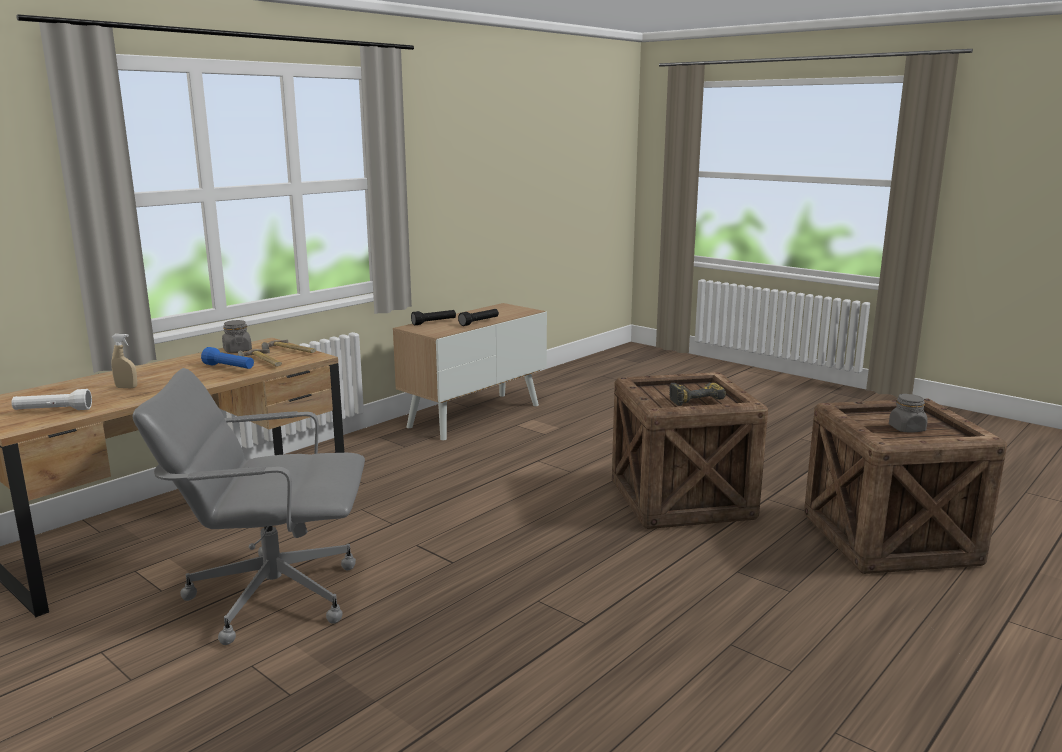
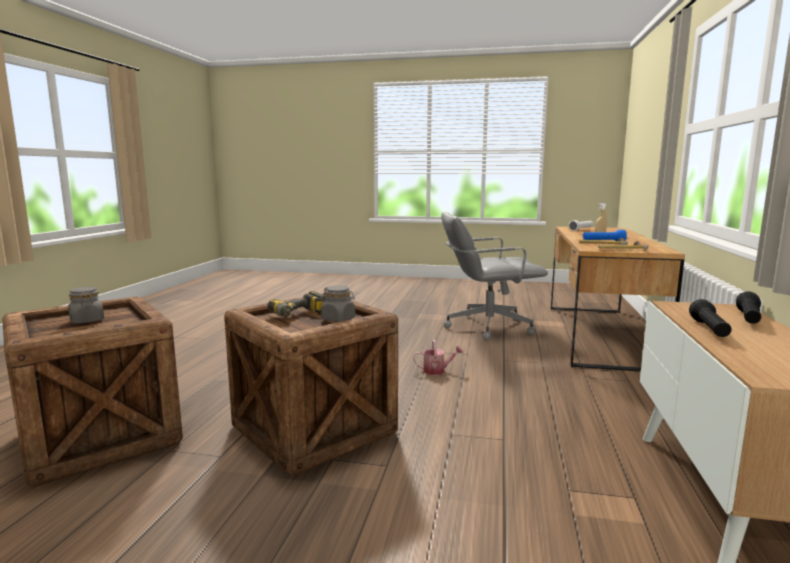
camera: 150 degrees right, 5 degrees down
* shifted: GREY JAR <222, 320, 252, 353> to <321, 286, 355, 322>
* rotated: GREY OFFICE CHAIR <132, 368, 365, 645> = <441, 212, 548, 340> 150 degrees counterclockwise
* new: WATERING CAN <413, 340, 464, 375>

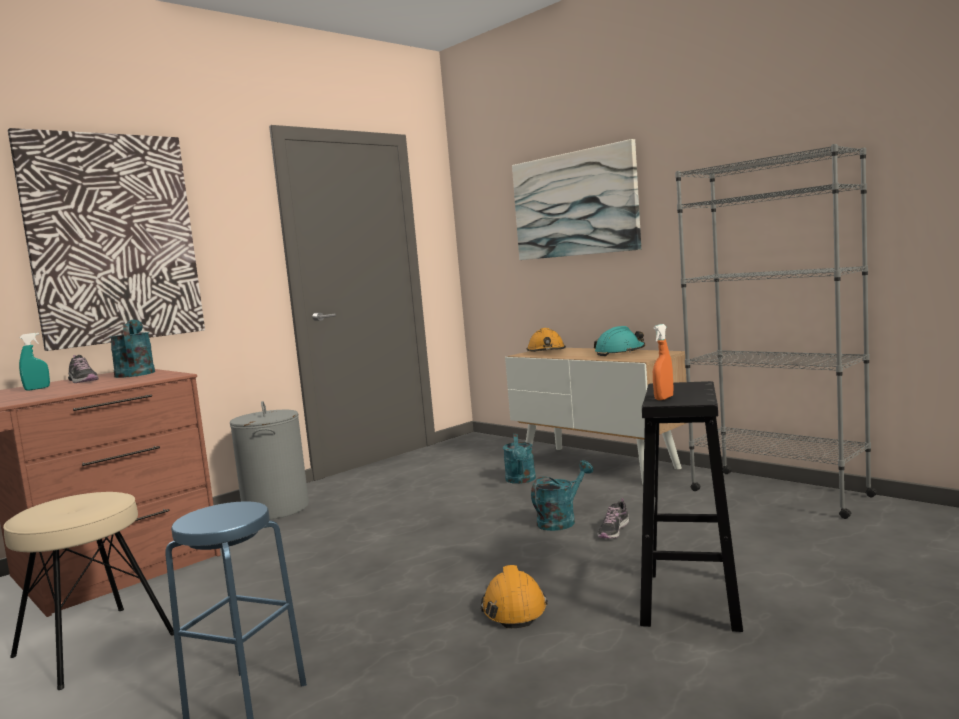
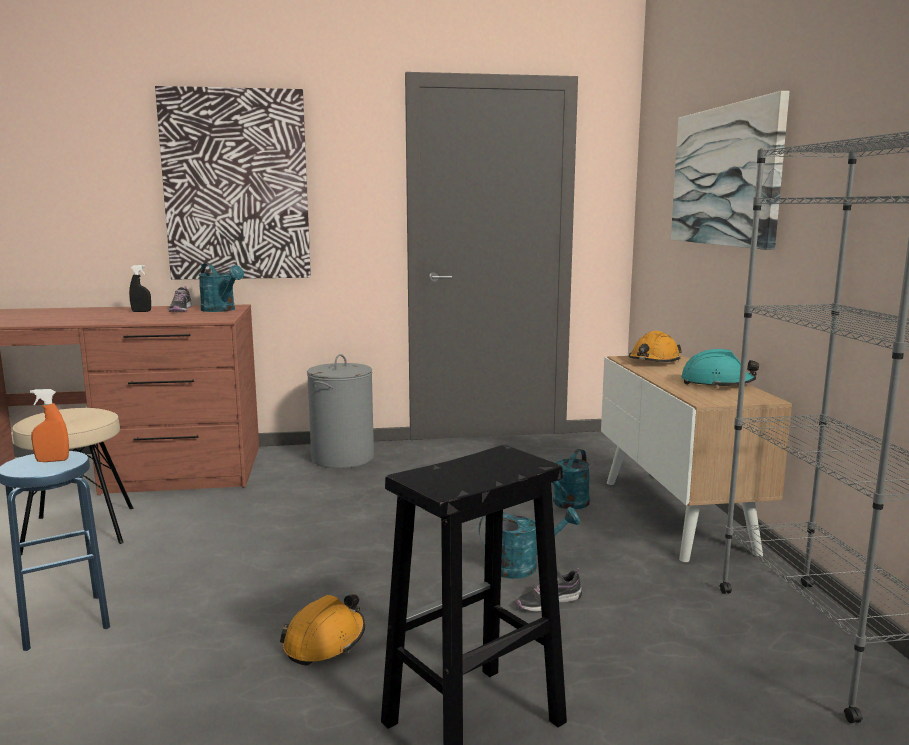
camera: 35 degrees right, 5 degrees up
* rotated: TURQUOISE WATERING CAN <109, 320, 155, 378> = <198, 263, 244, 312> 120 degrees clockwise
* shifted: ORANGE SPRAY BOTTLE <653, 324, 674, 400> to <30, 389, 69, 462>
* repainted: TURQUOISE SPRAY BOTTLE <19, 333, 50, 391> to BLACK SPRAY BOTTLE <129, 265, 151, 312>

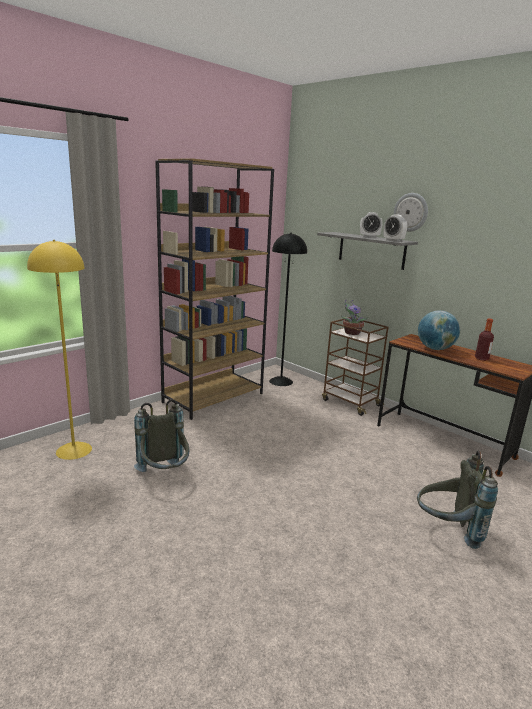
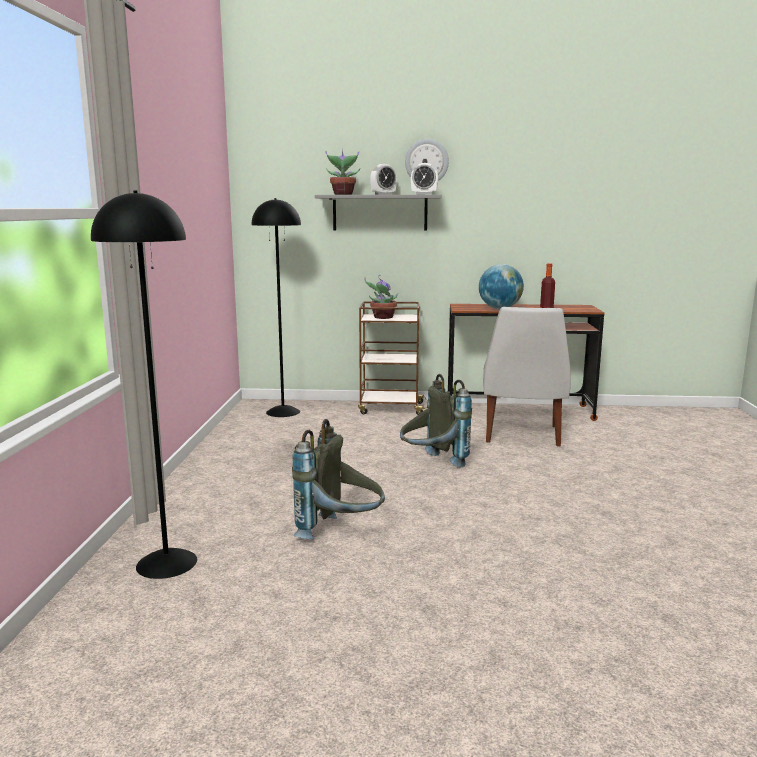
camera: 40 degrees left, 5 degrees down
* gone: BROWN BOOKCASE <155, 158, 274, 420>
* repainted: YELLOW FLOOR LAMP <27, 240, 92, 460> to BLACK FLOOR LAMP <91, 190, 197, 579>
* shifted: GREY BACKPACK <417, 450, 498, 549> to <400, 374, 472, 468>
* new: POTTED PLANT <325, 148, 360, 195>
* new: WHITE CHAIR <483, 307, 571, 447>

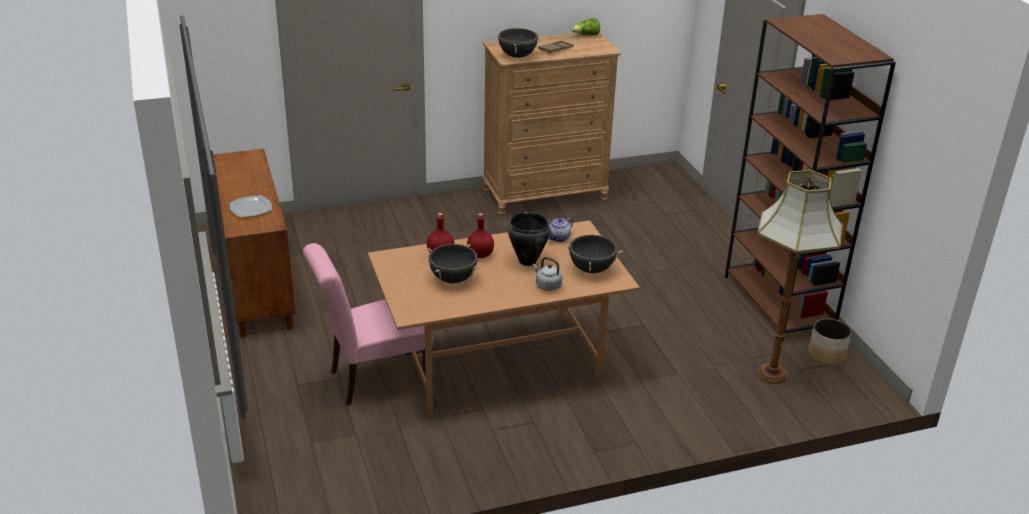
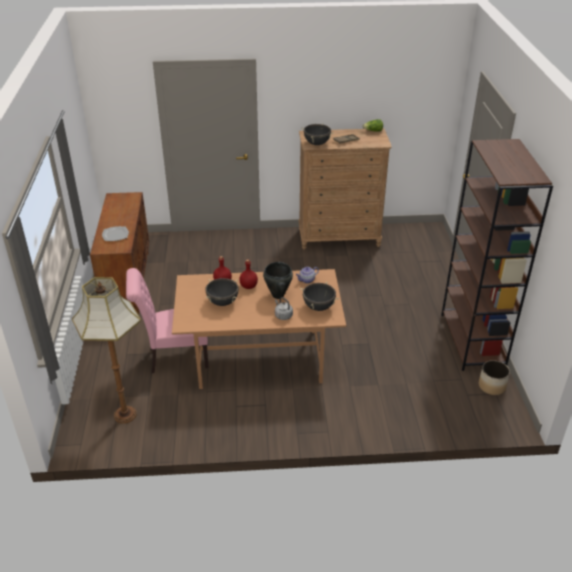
camera: 15 degrees right, 5 degrees up
* shifted: FLOOR LAMP <757, 170, 843, 384> to <72, 277, 141, 424>

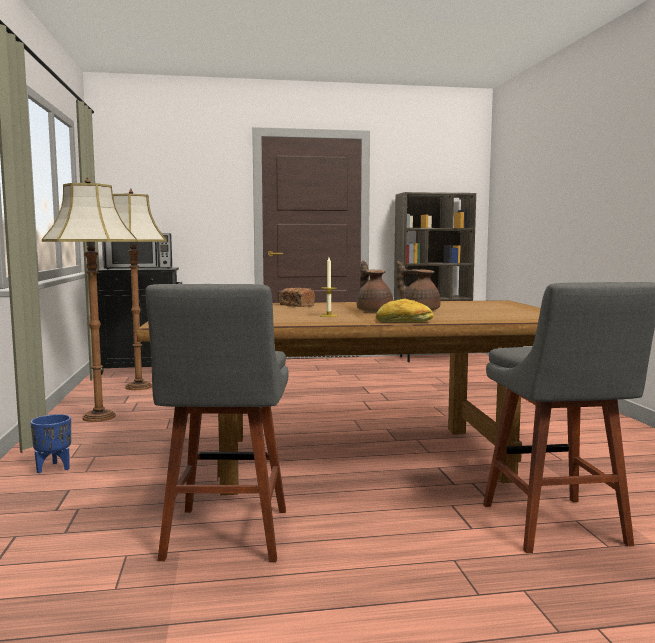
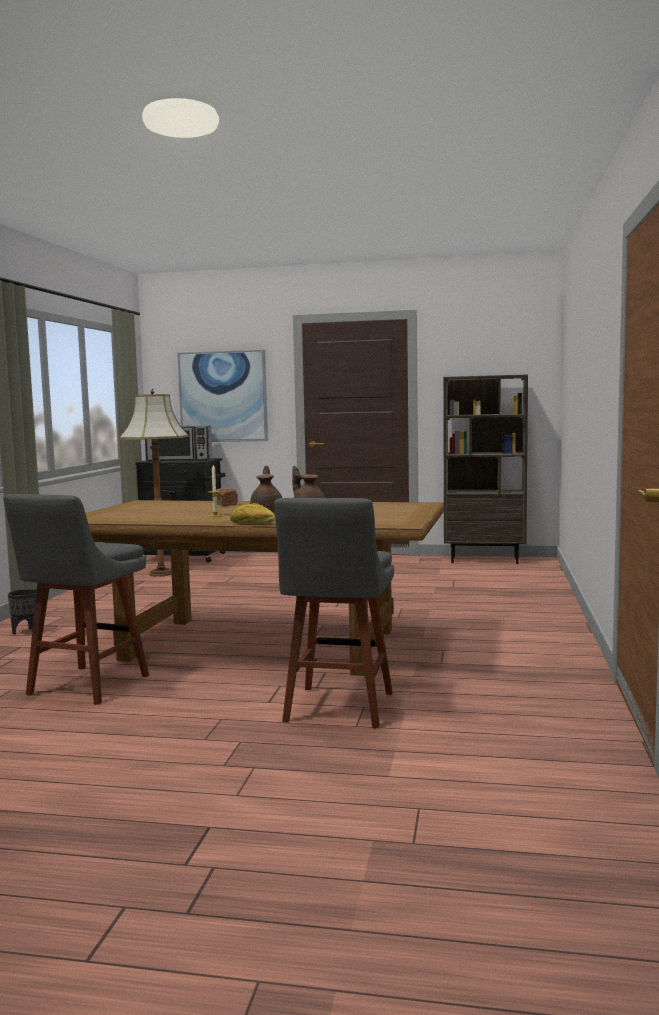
camera: 20 degrees right, 0 degrees up
* gone: FLOOR LAMP <42, 177, 137, 422>
* repainted: BLUE PLANTER <30, 414, 71, 473> to BLACK PLANTER <8, 589, 37, 634>
* new: PICTURE <177, 350, 268, 442>

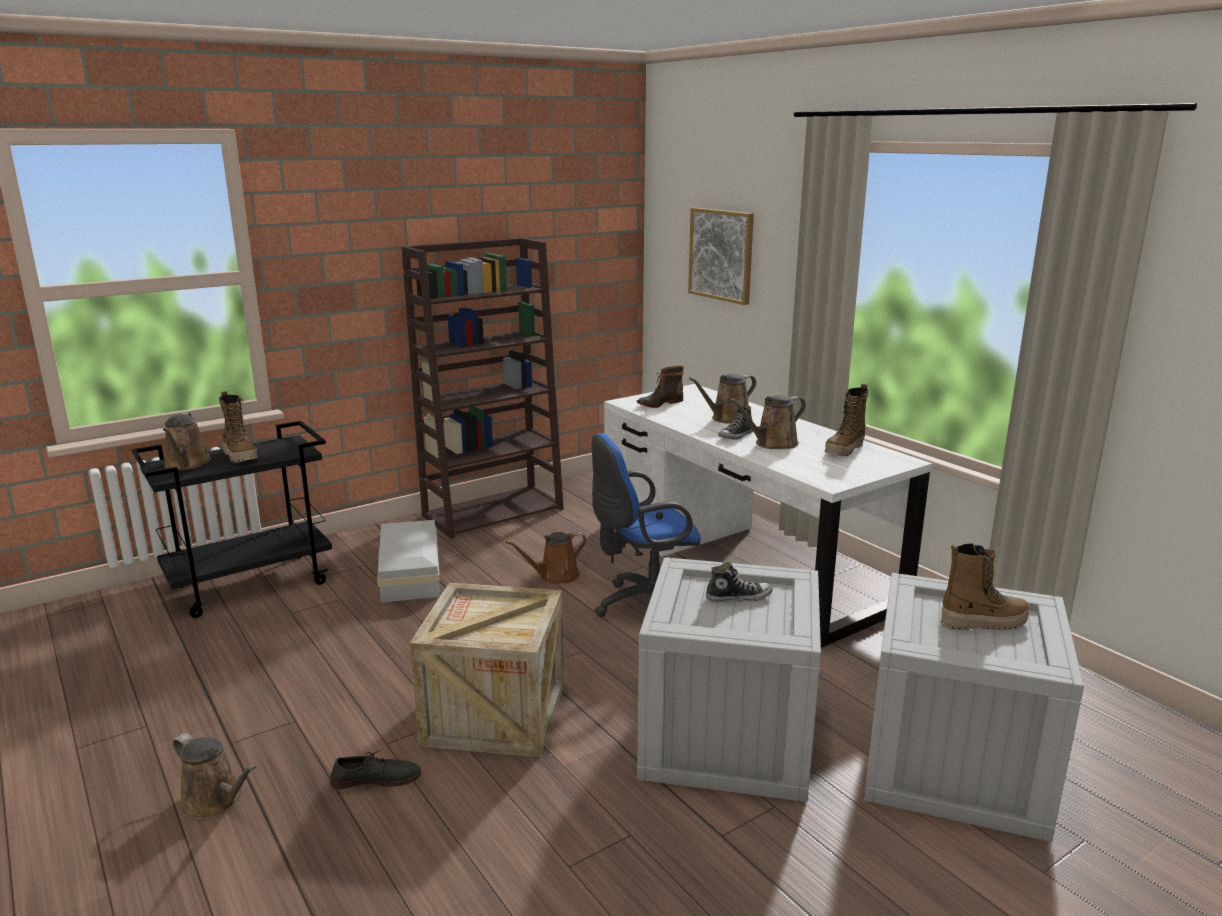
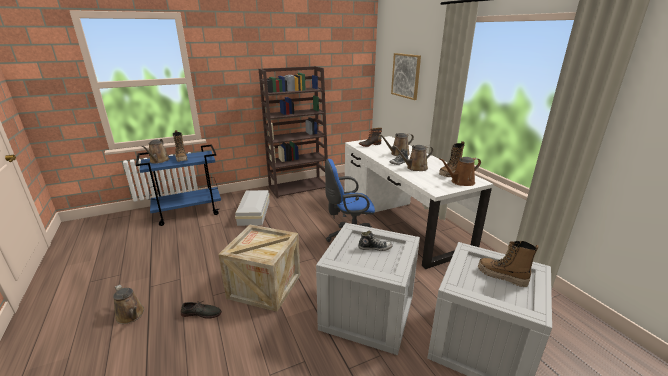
camera: 10 degrees right, 5 degrees up
* repainted: BLACK CART <132, 421, 332, 618> to BLUE CART <136, 144, 221, 226>
* shifted: BROWN WATERING CAN <506, 532, 587, 584> to <439, 157, 481, 186>
* rotated: BOOT <941, 543, 1029, 631> = <478, 241, 539, 287> 150 degrees counterclockwise

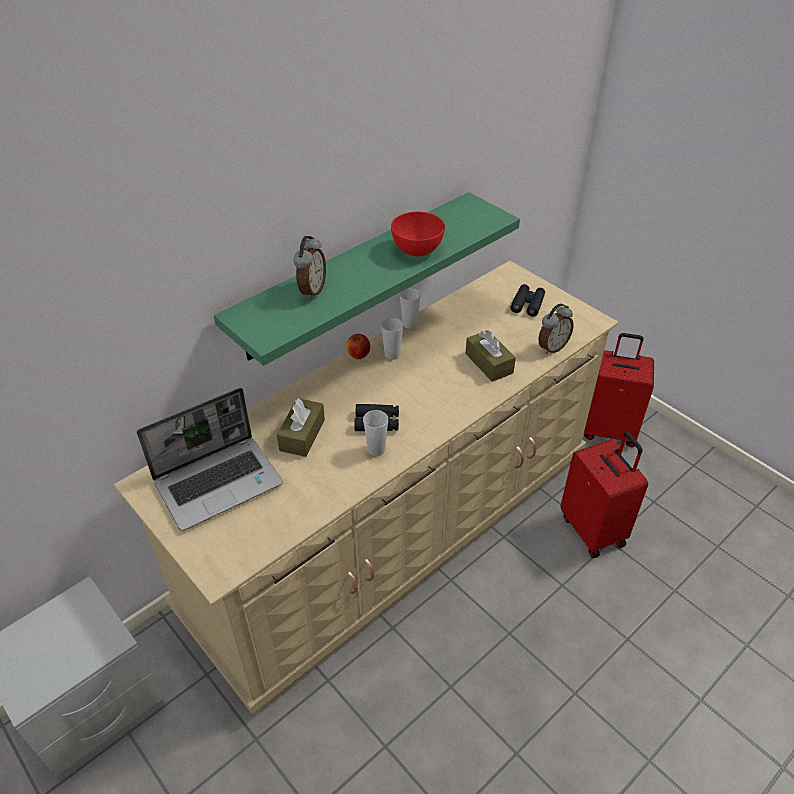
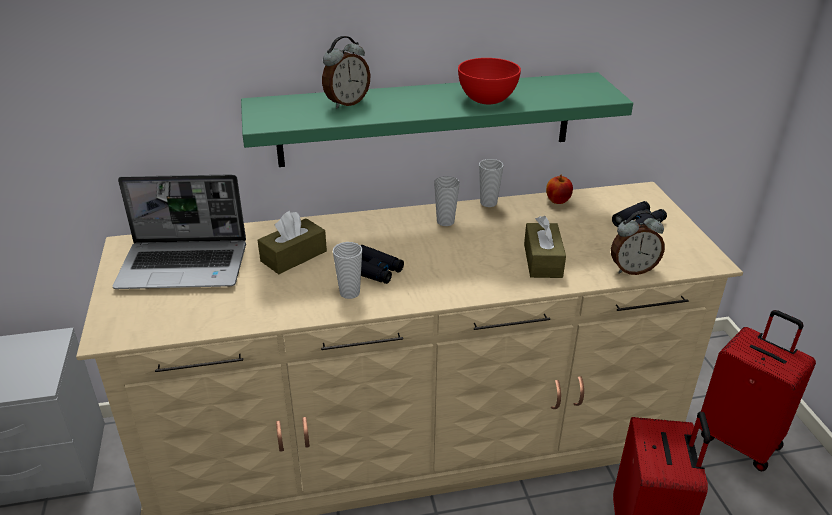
camera: 30 degrees right, 10 degrees down
* shifted: APPLE <346, 334, 370, 359> to <546, 175, 573, 204>

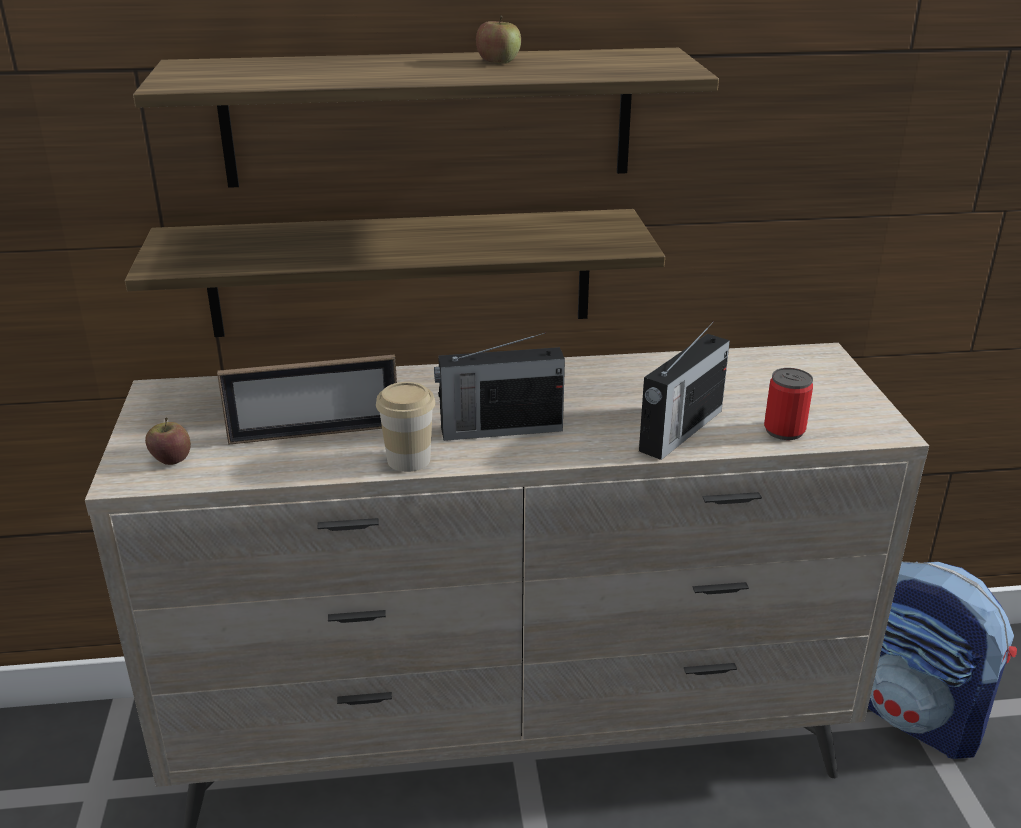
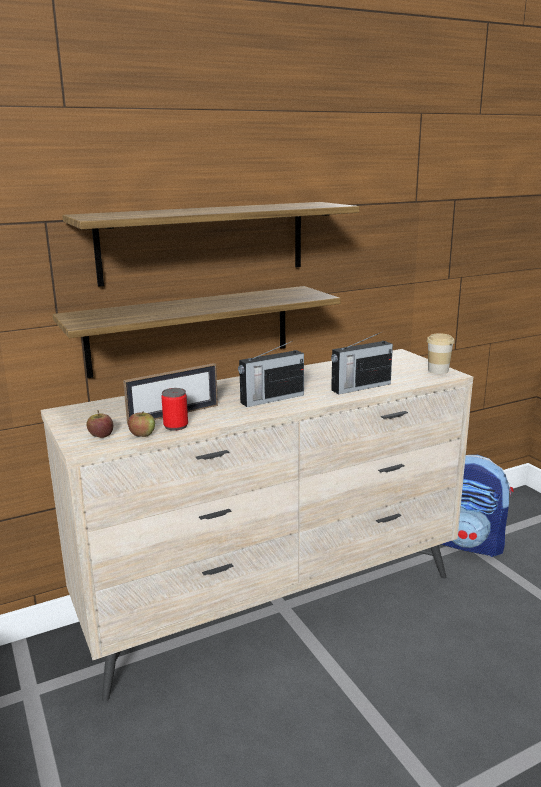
camera: 20 degrees left, 10 degrees down
* shifted: APPLE <476, 16, 521, 64> to <128, 412, 155, 437>
* rotated: RADIO <639, 321, 730, 460> = <331, 332, 393, 394> 45 degrees clockwise
* shifted: CAN <764, 368, 813, 440> to <161, 388, 188, 431>
* shifted: CUP <376, 382, 435, 472> to <427, 333, 455, 374>

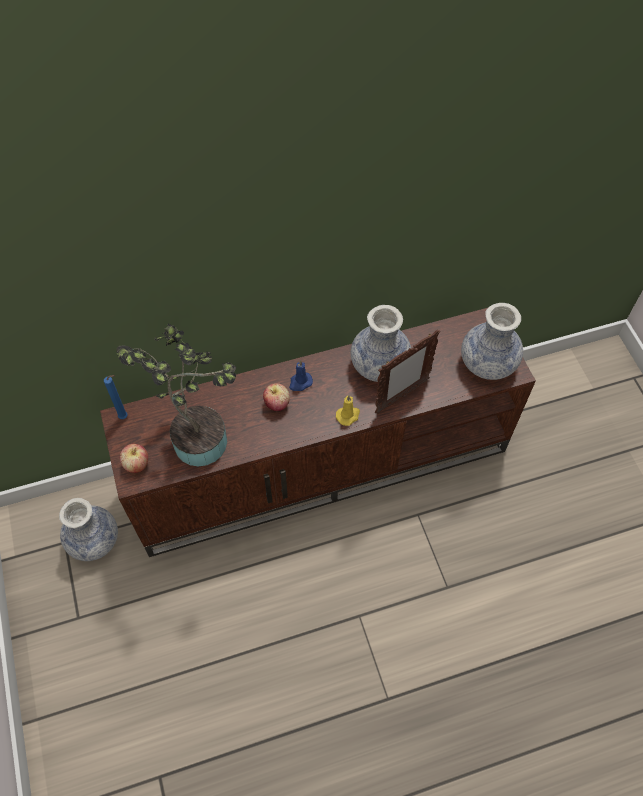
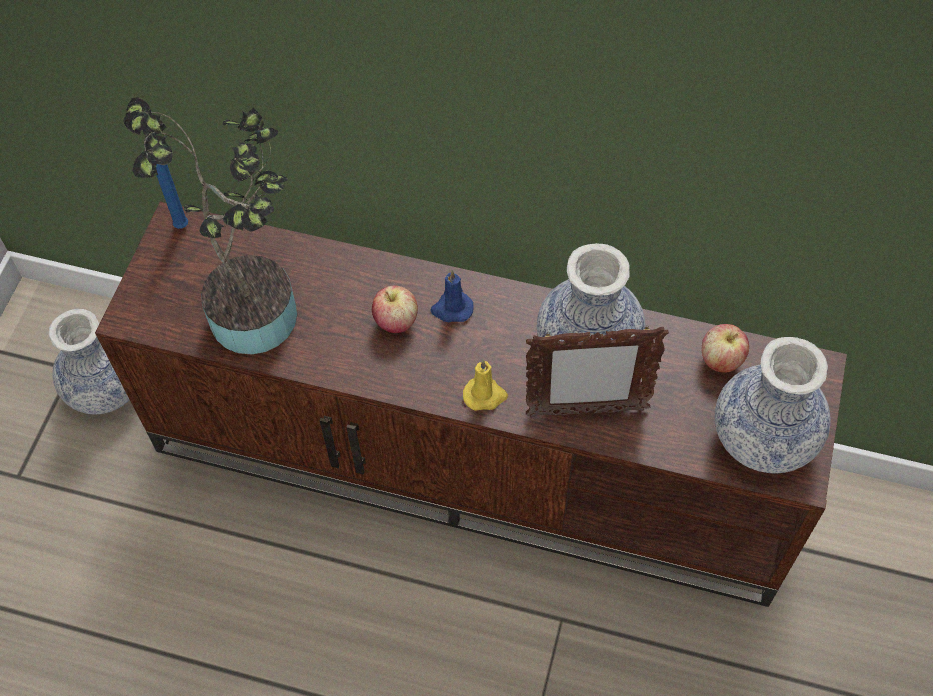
camera: 35 degrees right, 0 degrees up
* shifted: APPLE <120, 444, 148, 473> to <702, 324, 749, 373>

